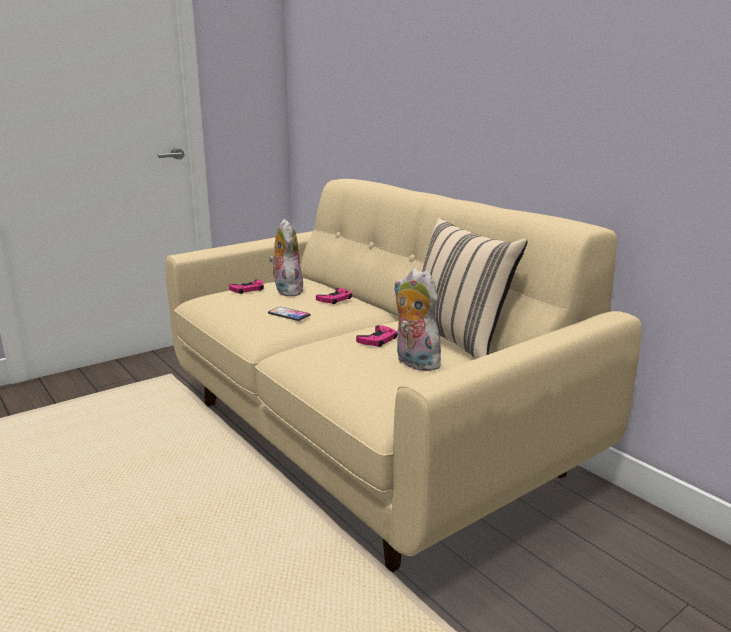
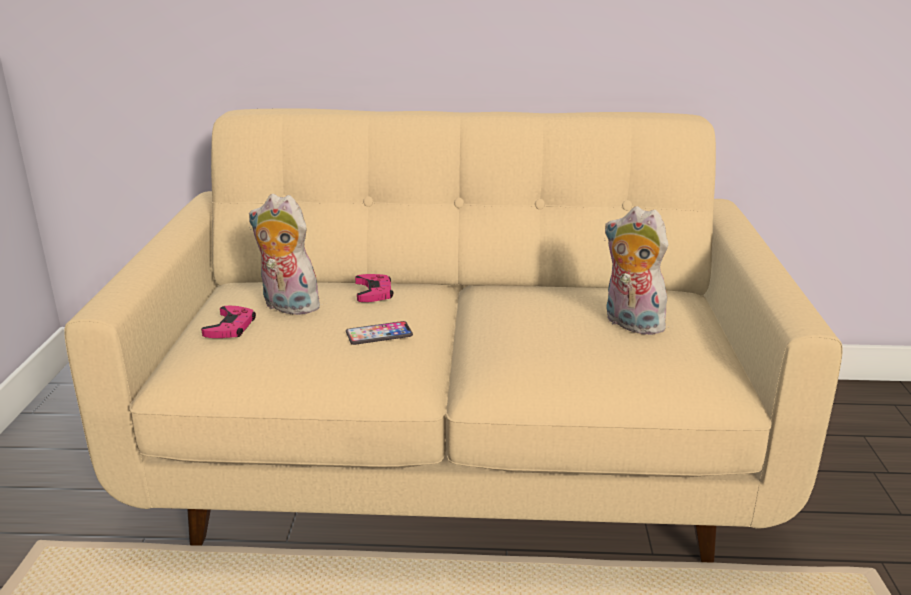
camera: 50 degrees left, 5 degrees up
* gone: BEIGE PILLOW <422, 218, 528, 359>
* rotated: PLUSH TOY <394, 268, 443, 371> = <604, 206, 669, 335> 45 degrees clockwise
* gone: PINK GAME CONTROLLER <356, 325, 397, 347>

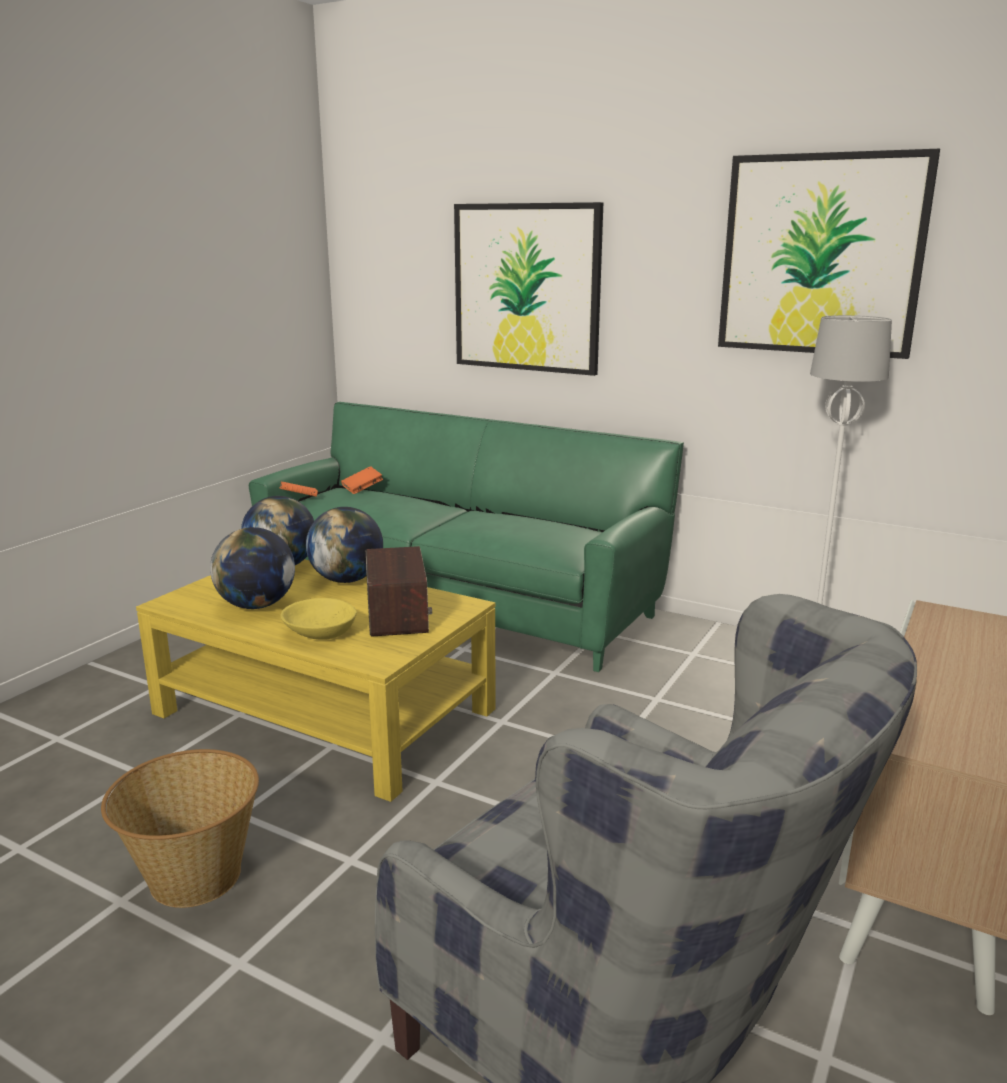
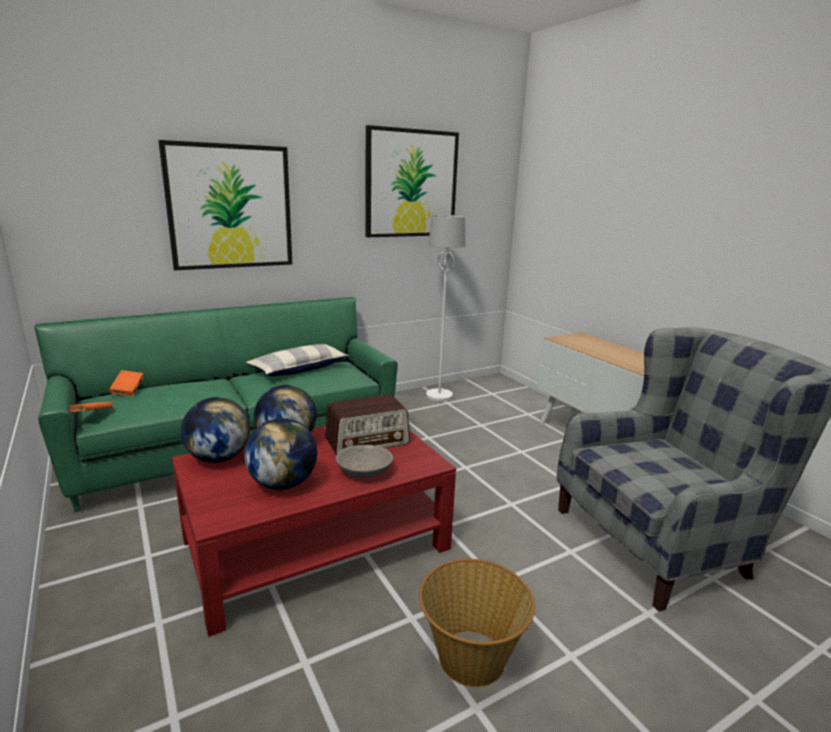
camera: 60 degrees left, 0 degrees up
* rotated: RADIO <366, 546, 432, 637> = <325, 394, 410, 455> 135 degrees clockwise
* repainted: YELLOW COFFEE TABLE <136, 559, 496, 802> to RED COFFEE TABLE <172, 426, 456, 637>
* repainted: YELLOW BOWL <280, 598, 357, 640> to GREY BOWL <336, 445, 393, 478>
* new: PILLOW <246, 344, 349, 376>

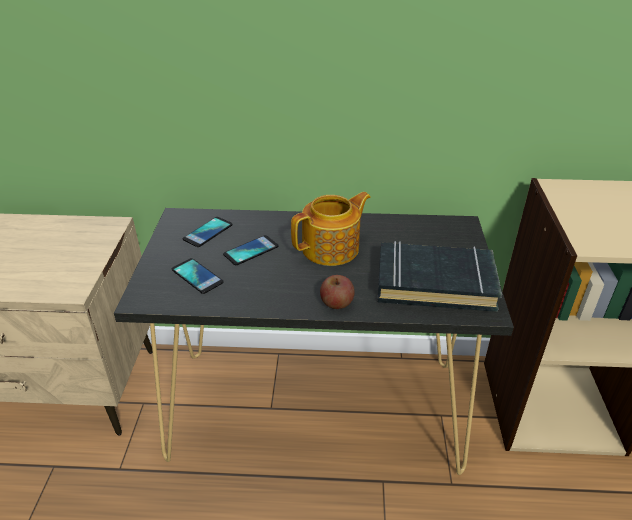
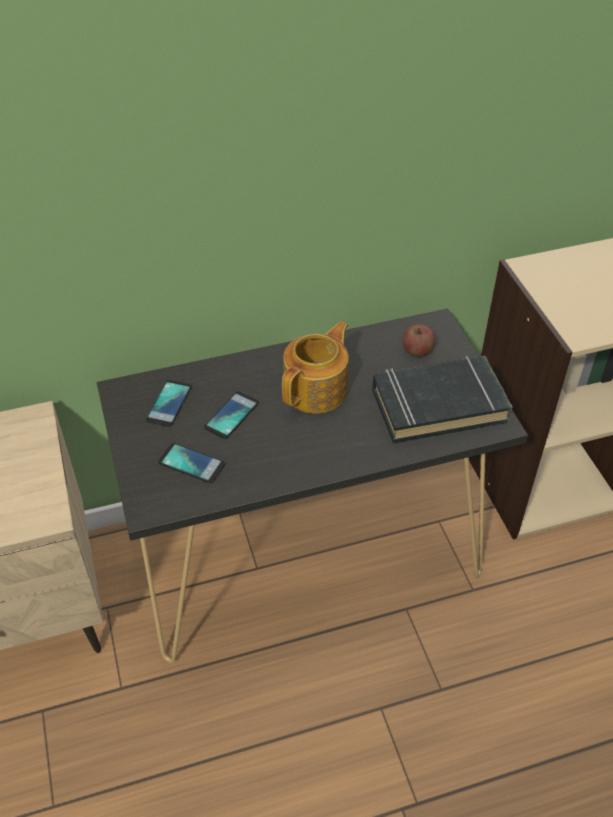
camera: 20 degrees left, 10 degrees up
* shifted: APPLE <320, 275, 355, 309> to <402, 324, 435, 357>

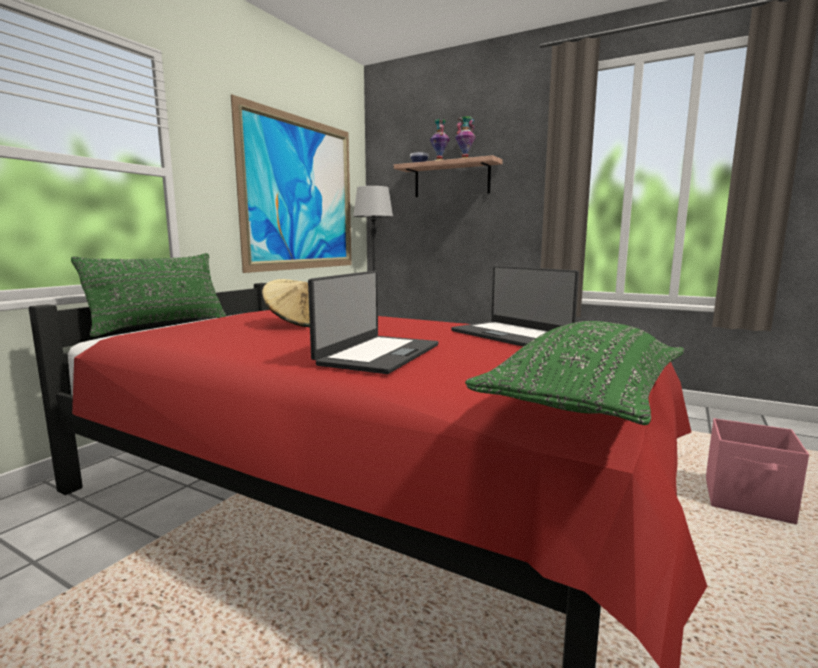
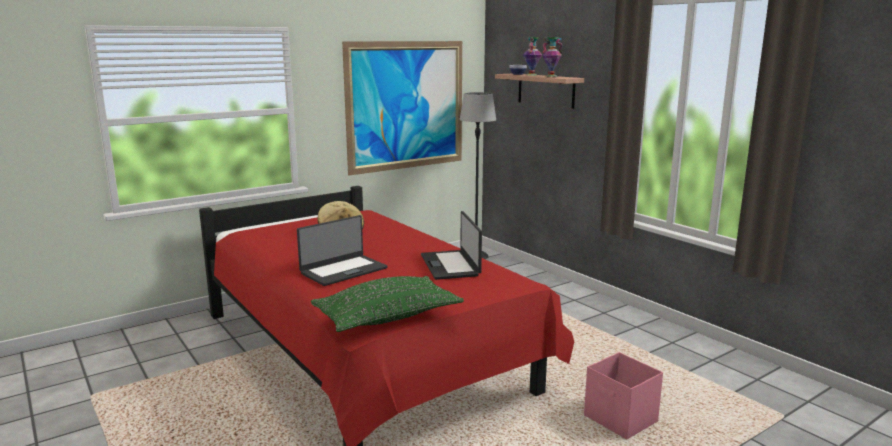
camera: 25 degrees right, 5 degrees up
* gone: GREEN PILLOW <71, 253, 226, 337>

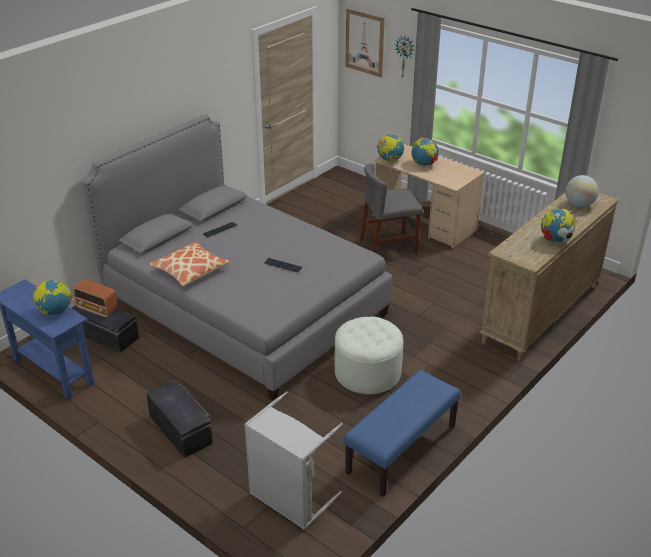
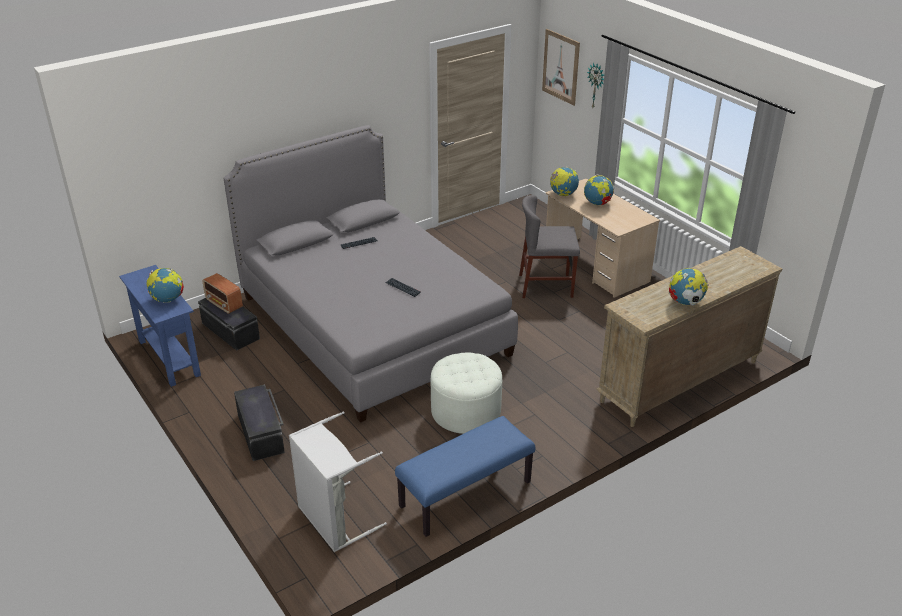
camera: 15 degrees right, 0 degrees up
* gone: GLOBE <565, 175, 599, 207>
* gone: PILLOW <149, 241, 231, 287>

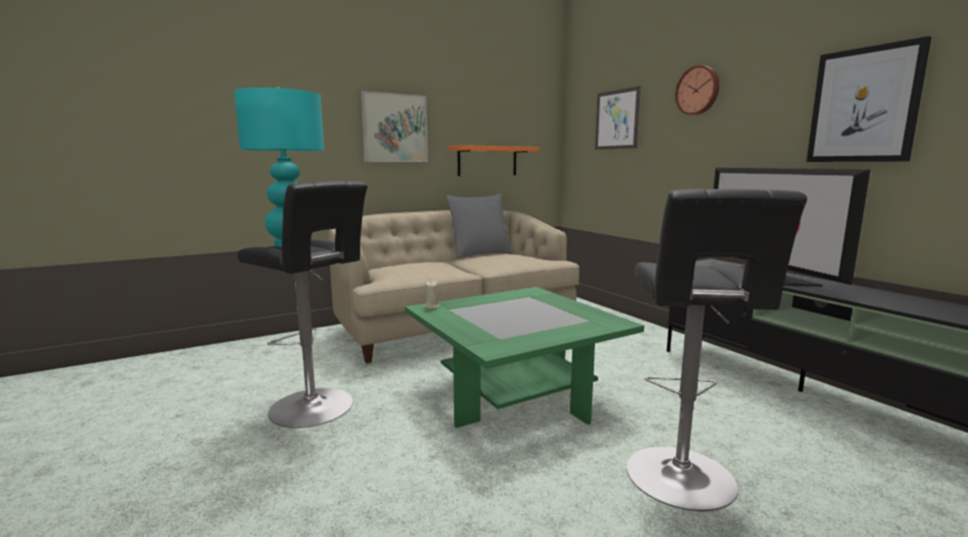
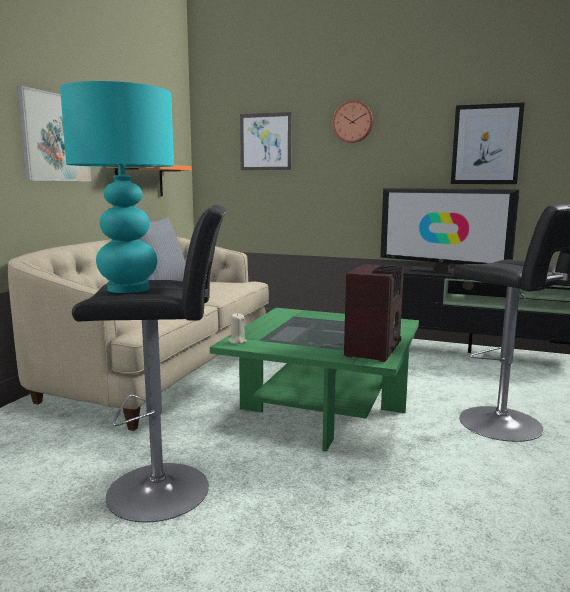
camera: 40 degrees left, 0 degrees up
* new: RADIO <344, 264, 404, 362>

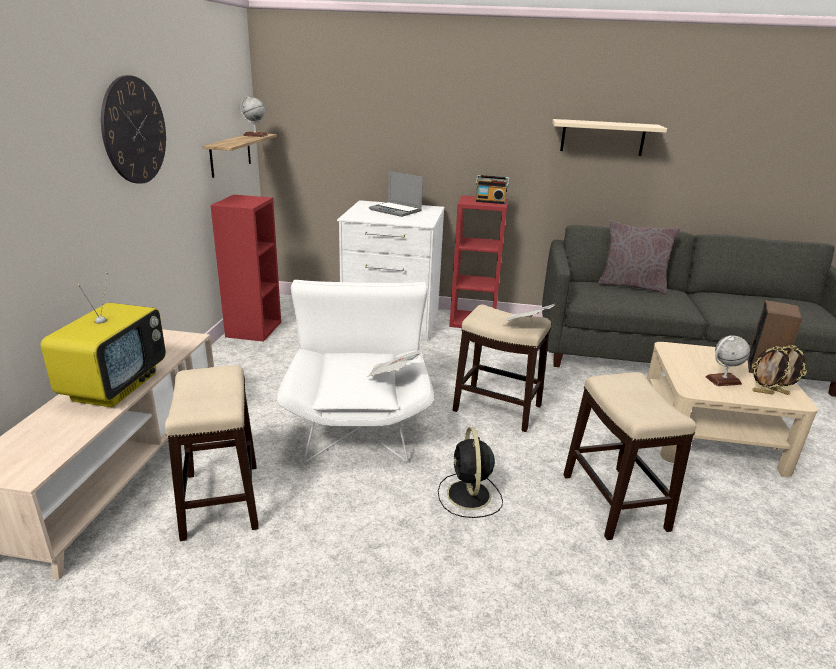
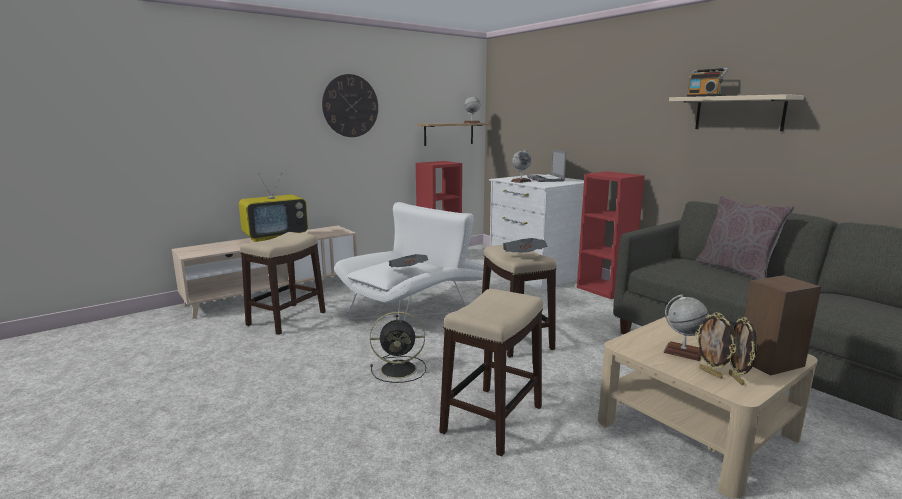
camera: 45 degrees right, 10 degrees down
* shifted: RADIO <475, 175, 509, 204> to <686, 68, 728, 97>
* rotated: BLACK FAN <438, 427, 503, 518> = <370, 312, 426, 383> 135 degrees counterclockwise
* new: GLOBE <511, 150, 531, 183>

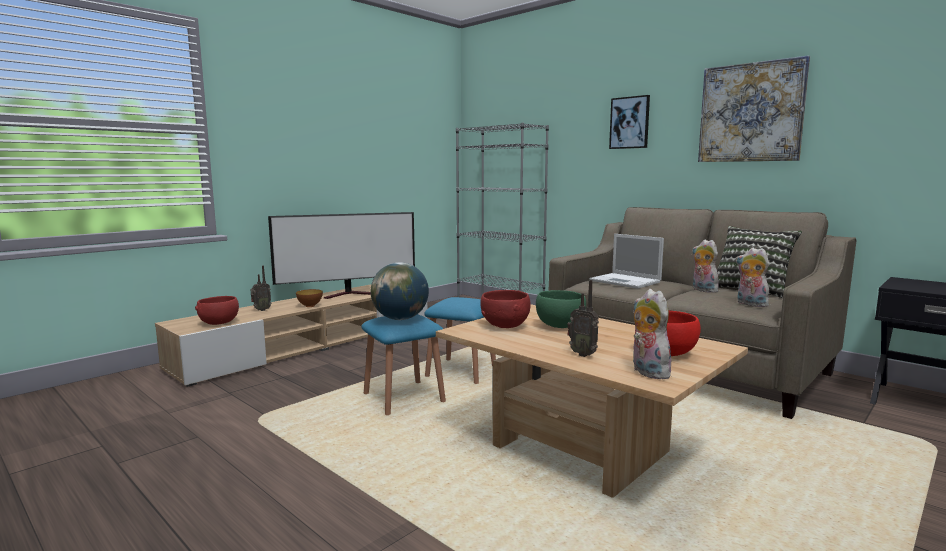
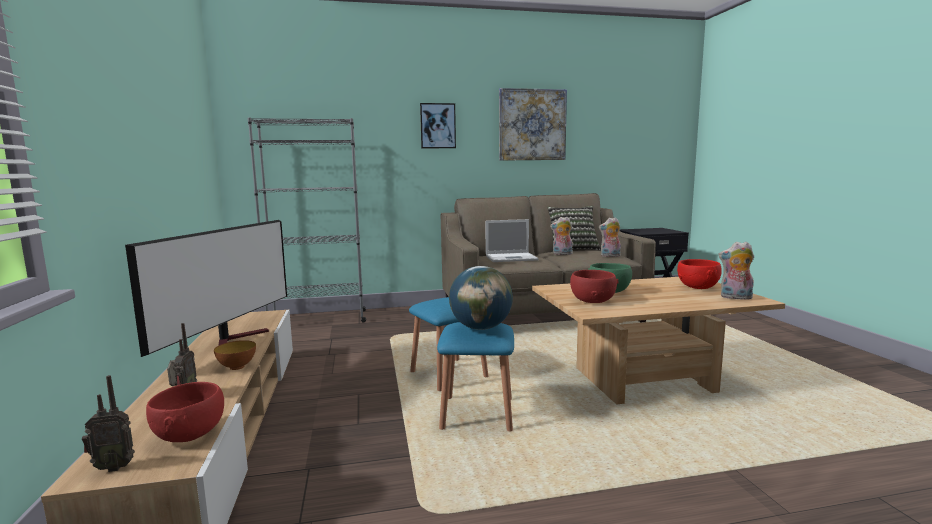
camera: 55 degrees left, 0 degrees up
* shifted: RADIO <567, 280, 599, 357> to <82, 375, 135, 472>

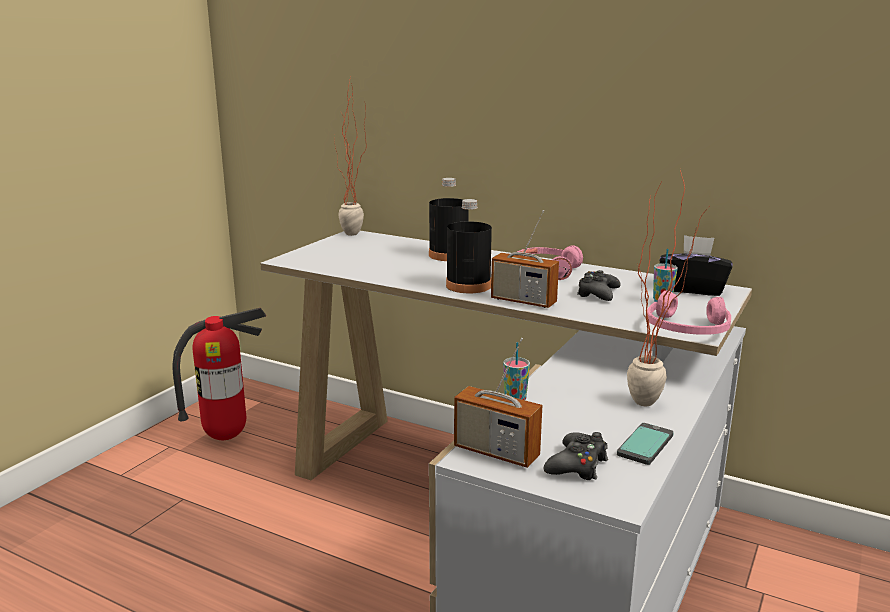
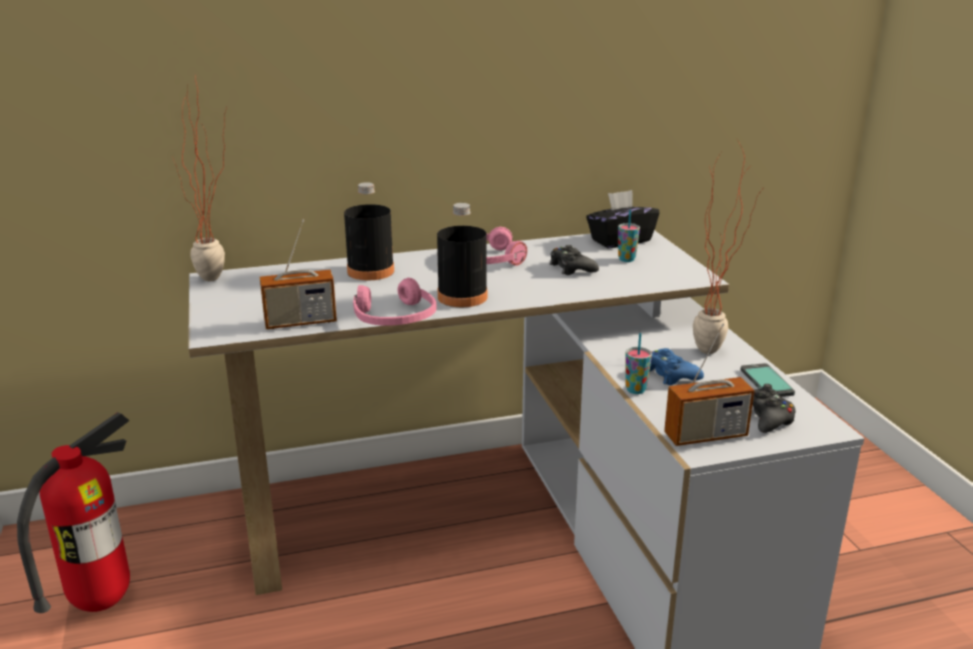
camera: 45 degrees left, 5 degrees up
* shifted: RADIO <491, 210, 559, 308> to <260, 220, 337, 329>
* shifted: PINK HEADPHONES <647, 291, 731, 335> to <353, 278, 436, 326>
* new: BLUE GAME CONTROLLER <649, 348, 704, 385>

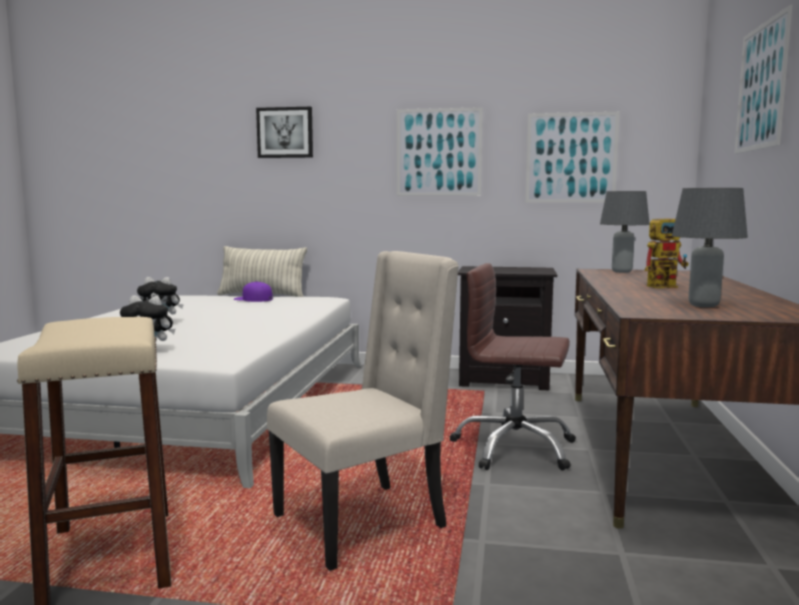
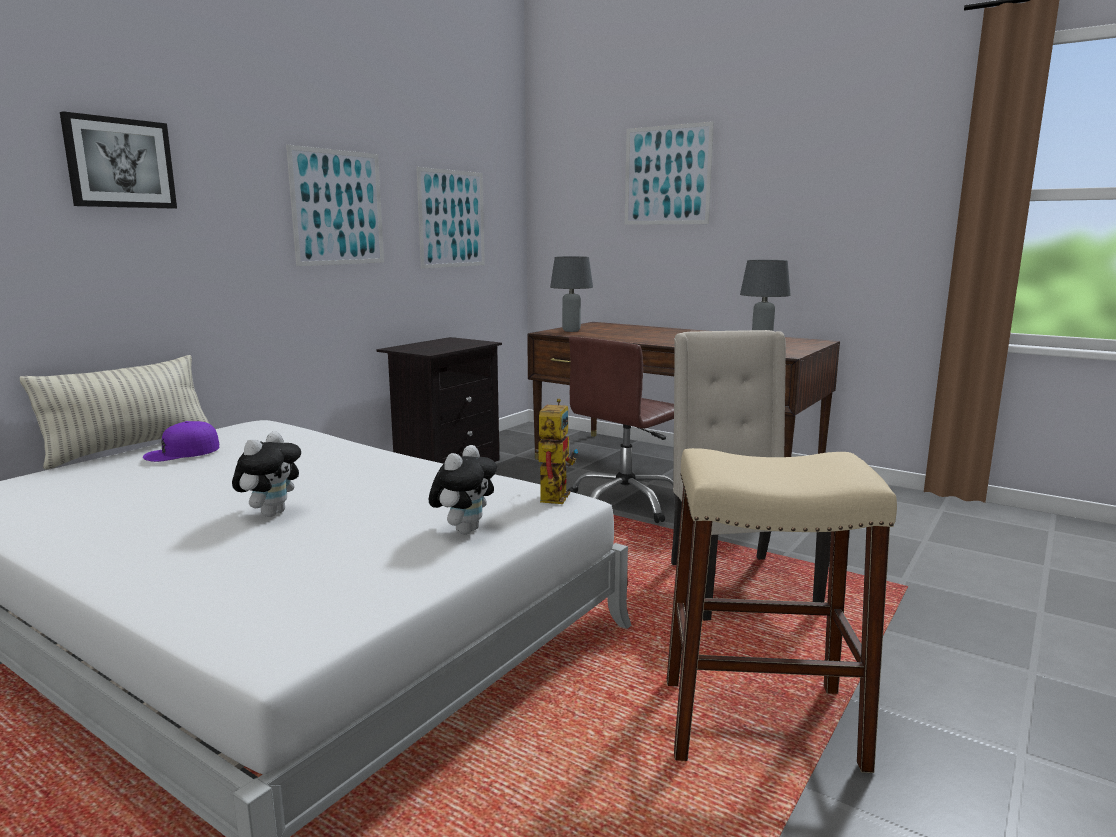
camera: 65 degrees left, 5 degrees up
* shifted: TOY ROBOT <644, 219, 689, 288> to <535, 399, 578, 504>

